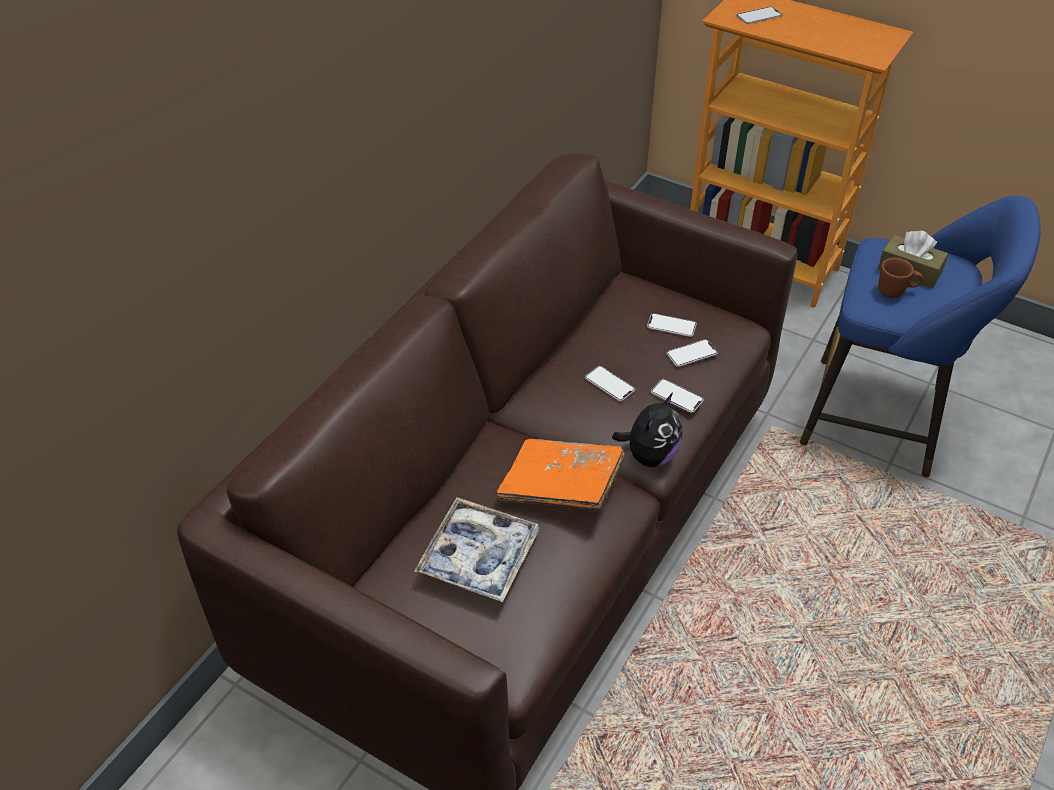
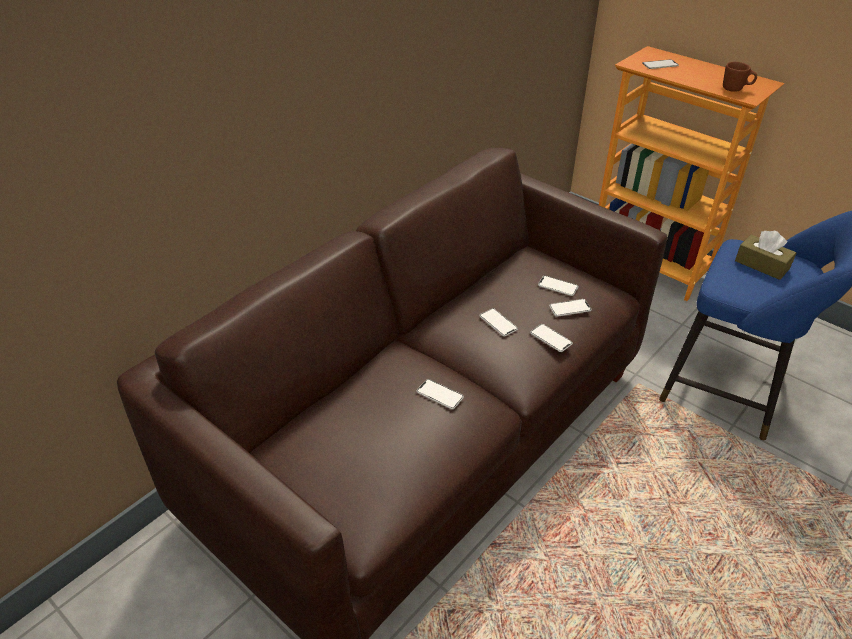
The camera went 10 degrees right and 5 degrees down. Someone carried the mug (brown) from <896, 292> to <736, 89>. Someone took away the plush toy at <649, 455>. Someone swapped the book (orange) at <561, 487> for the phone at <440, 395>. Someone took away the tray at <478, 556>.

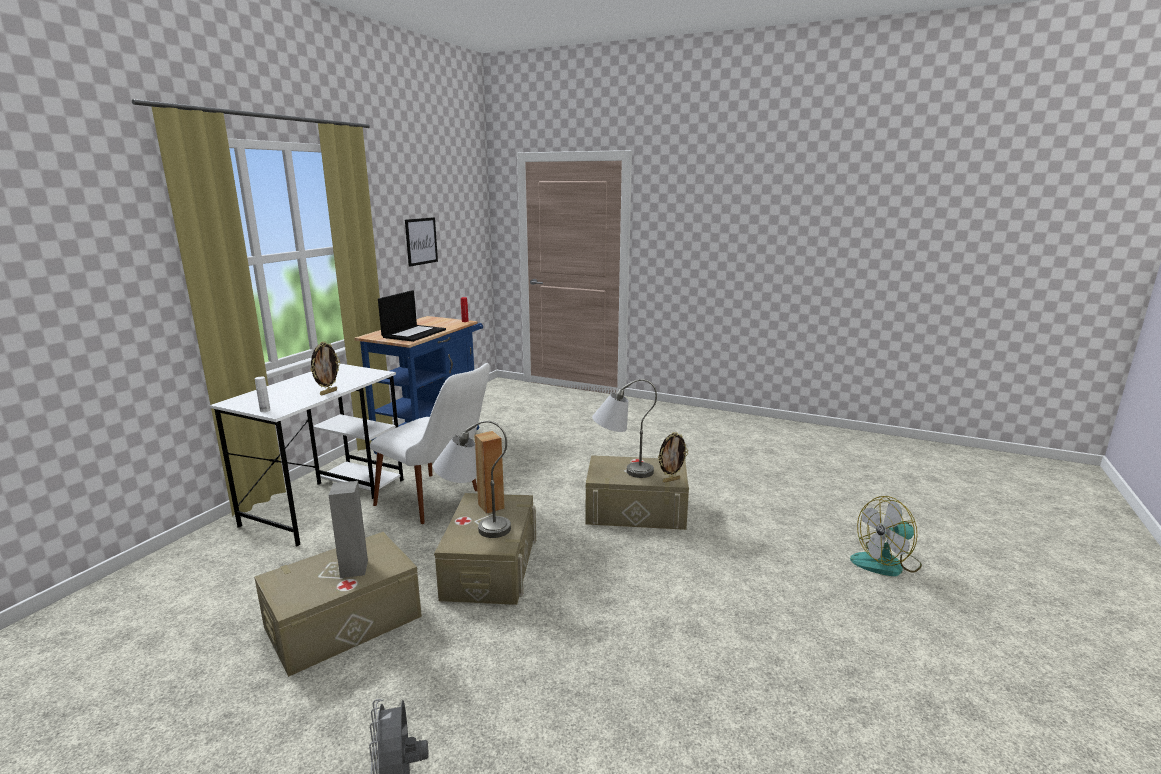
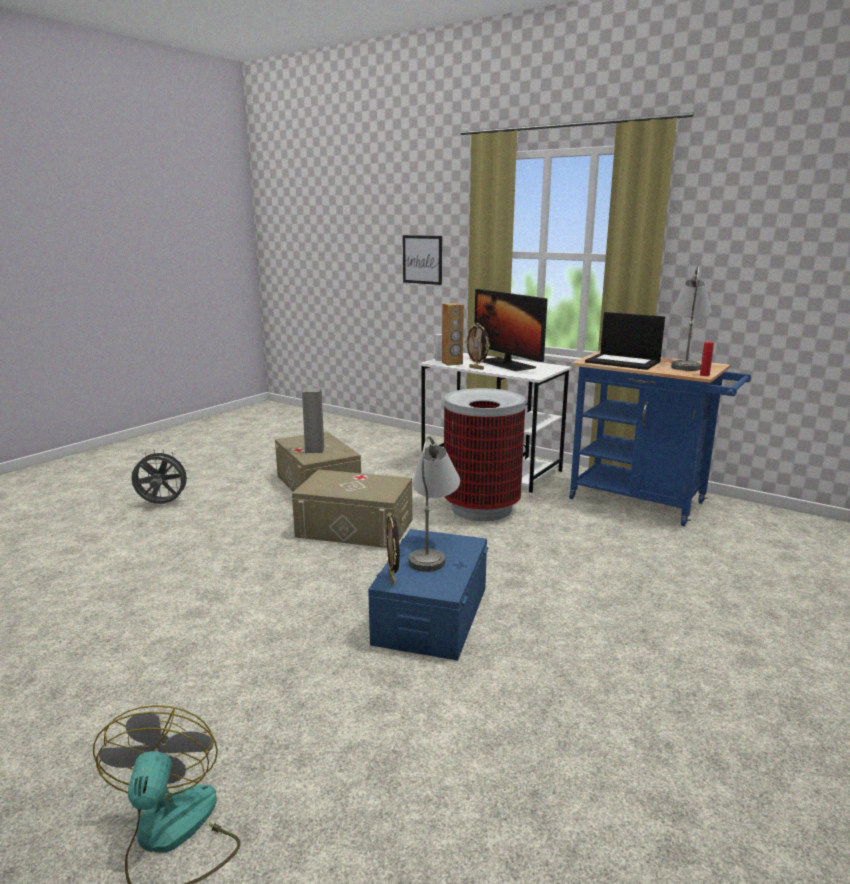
The camera went 100 degrees right and 0 degrees up. Someone carried the picture from <421, 241> to <422, 259>. Someone swapped the chair (white) at <439, 502> for the trash can at <481, 508>. Someone carried the table lamp (grey) from <473, 527> to <686, 364>. Someone carried the speaker (brown) from <491, 506> to <452, 363>. Someone repainted the storage box (beige) at <636, 510>, which became the storage box (blue) at <431, 615>. Someone put down the monitor at <506, 364>.

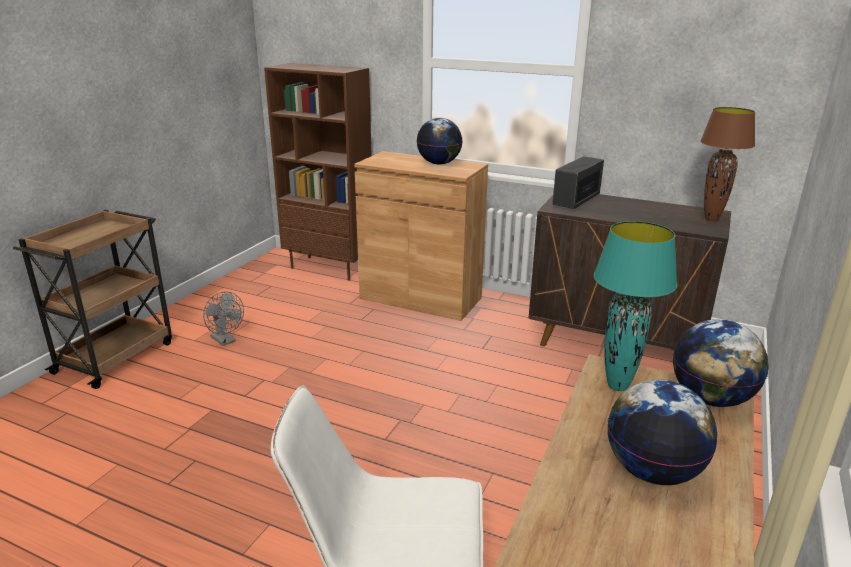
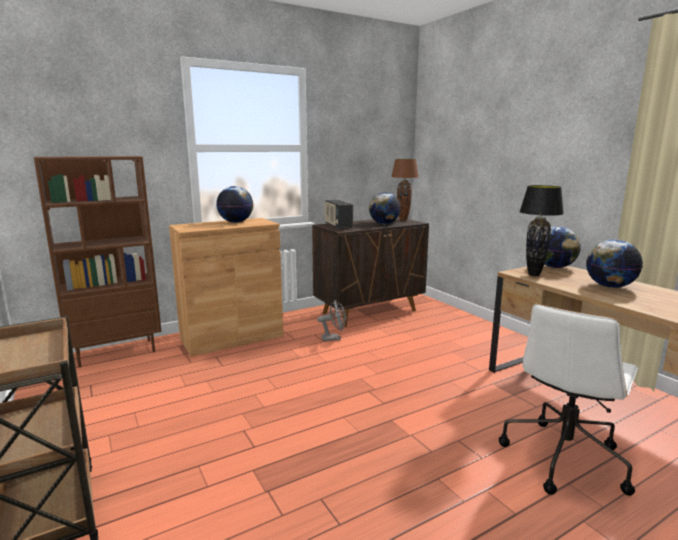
The camera went 55 degrees left and 10 degrees down. Someone repainted the table lamp (turquoise) at <617, 386>, which became the table lamp (black) at <534, 275>. Someone carried the fan (grey) from <226, 341> to <334, 338>. Someone put down the globe at <384, 224>.

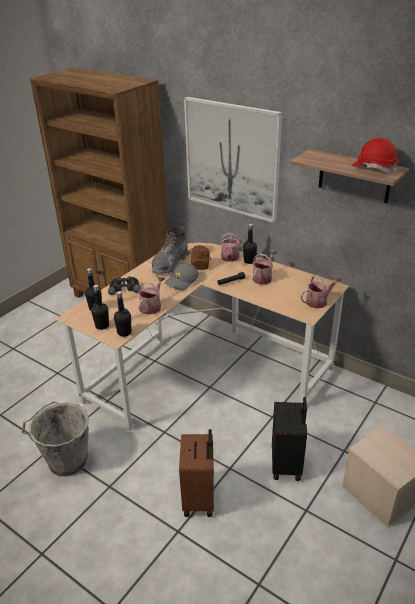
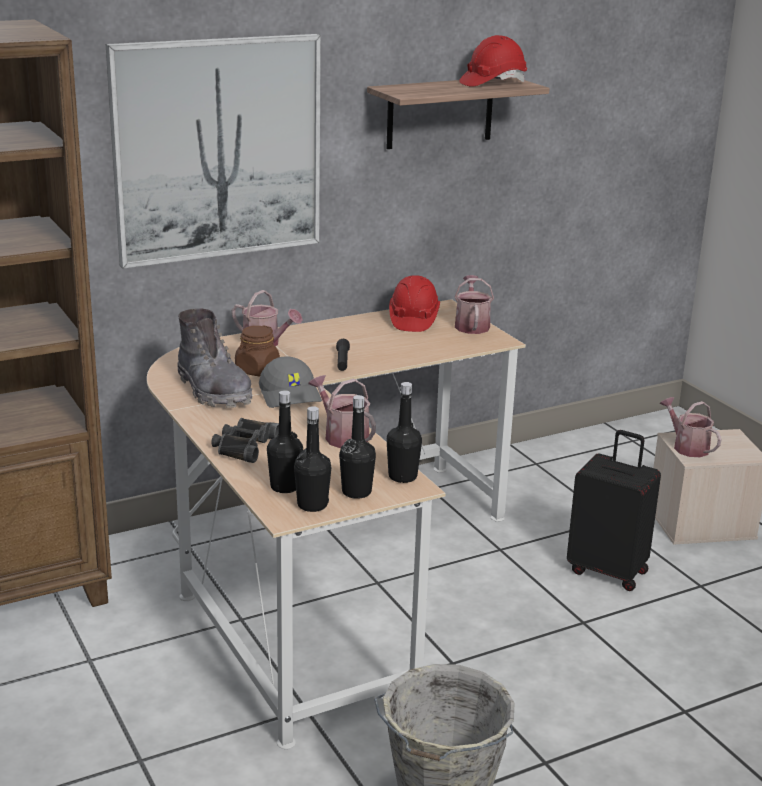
The camera went 65 degrees left and 10 degrees down. Someone carried the bottle (black) from <249, 261> to <312, 505>. Someone carried the watering can from <263, 277> to <687, 447>. Someone took away the suitcase (brown) at <200, 499>. Someone put down the hard hat (red) at <413, 320>.

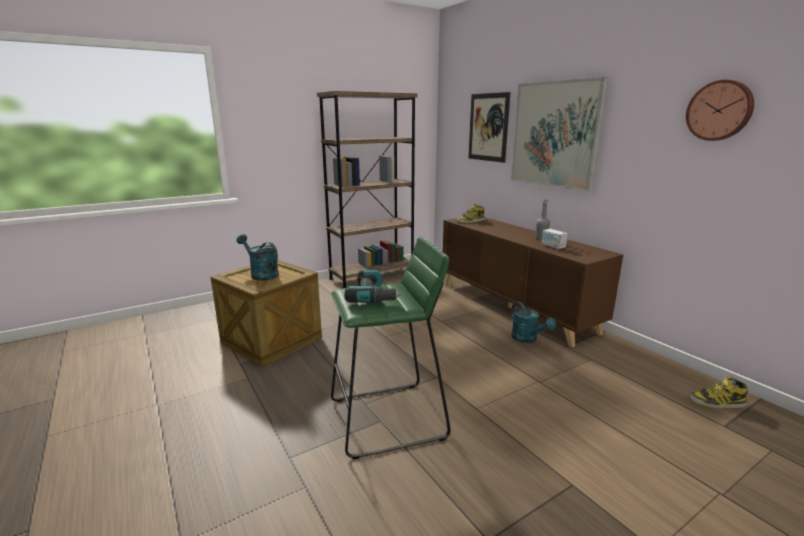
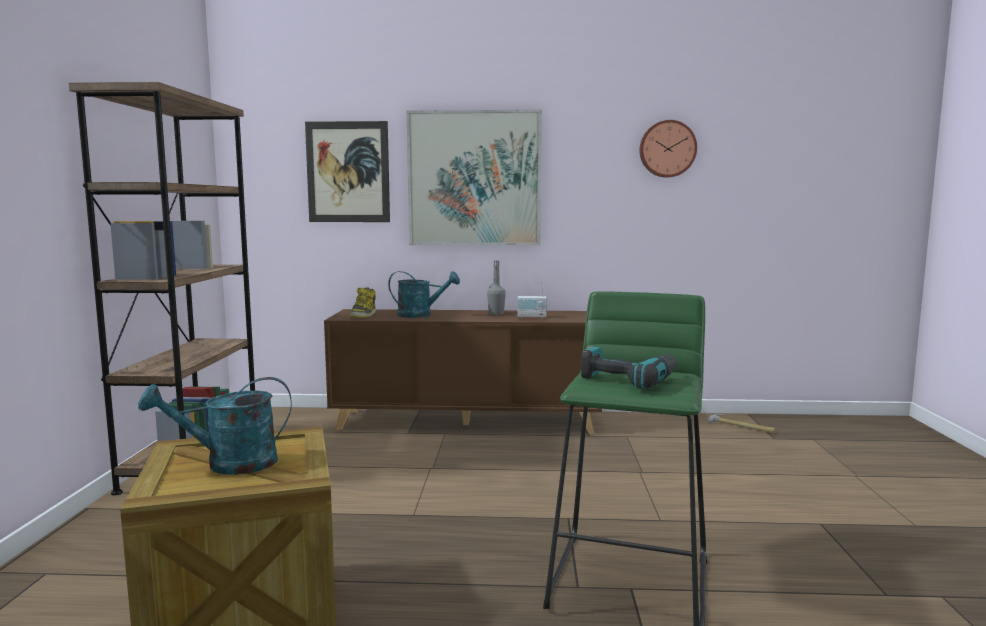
The camera went 55 degrees left and 10 degrees down. Someone carried the watering can (turquoise) from <527, 339> to <421, 315>. Someone swapped the boot at <716, 402> for the hammer at <741, 427>.

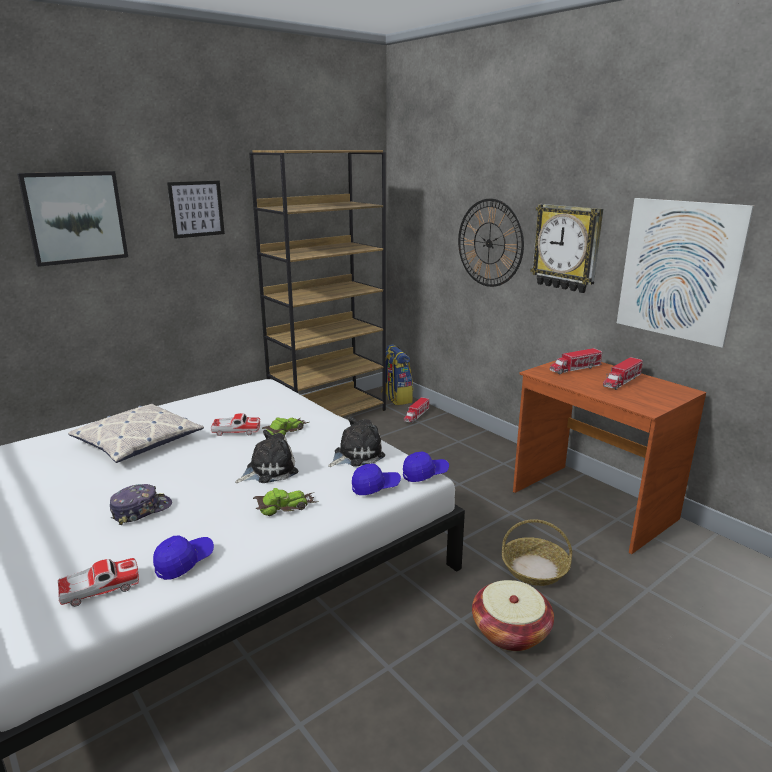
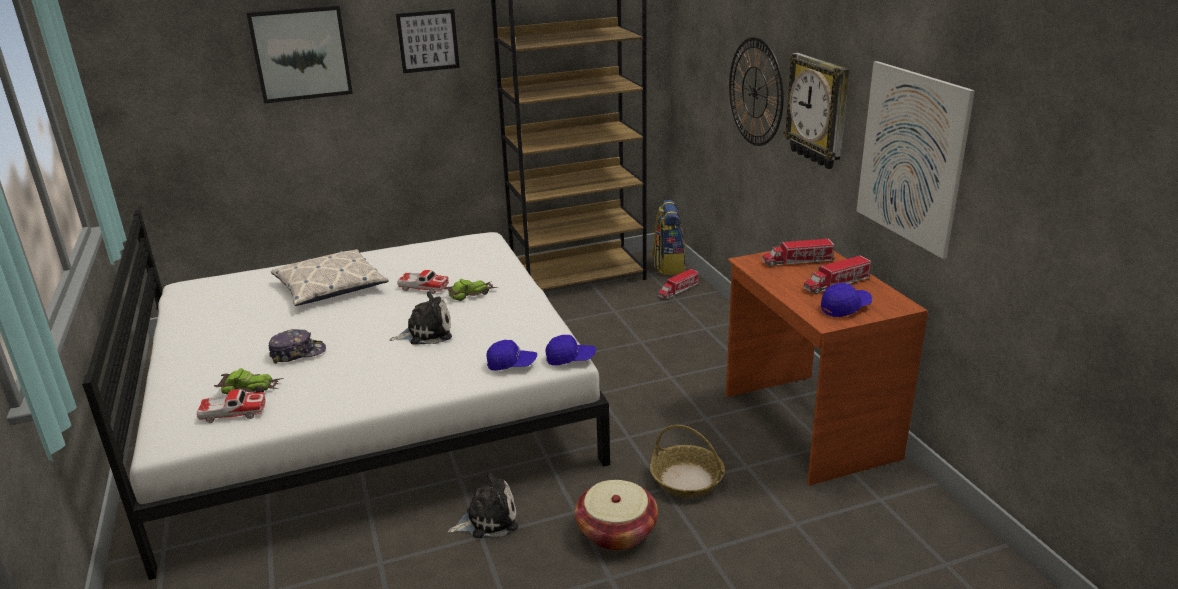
The camera went 20 degrees right and 5 degrees up. Someone carried the plush toy from <356, 455> to <488, 519>. Someone carried the toy car from <285, 506> to <250, 388>. Someone carried the cap (blue) from <184, 563> to <845, 308>.

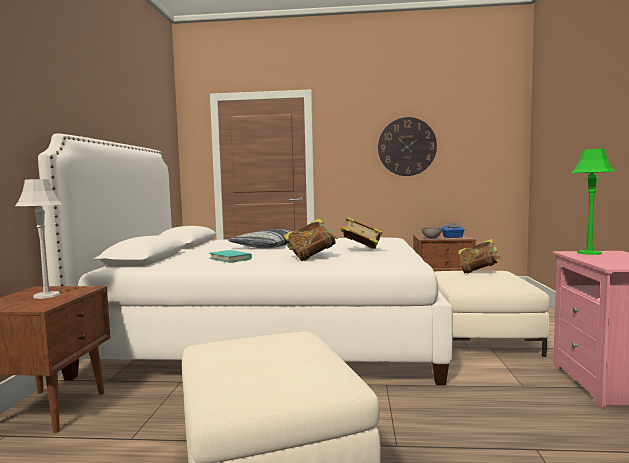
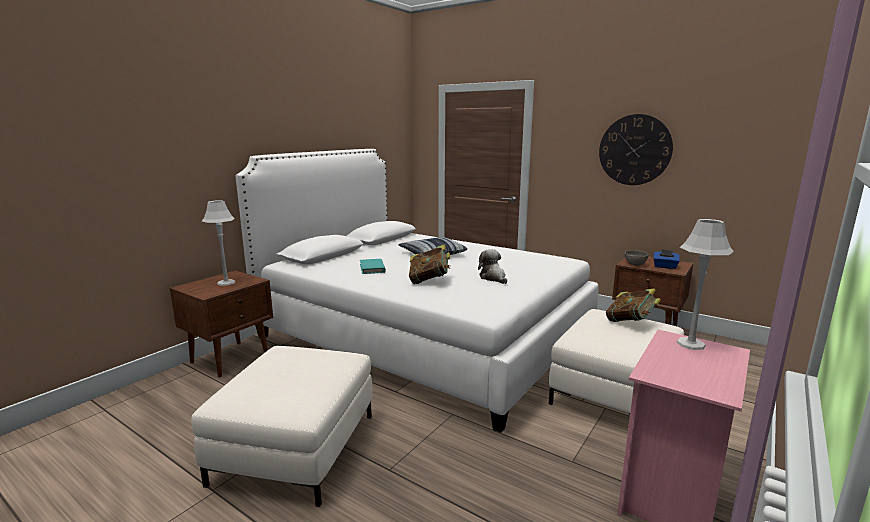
The camera went 30 degrees right and 10 degrees up. Someone repainted the table lamp (green) at <589, 253>, which became the table lamp (grey) at <690, 344>. Someone swapped the book at <361, 250> for the plush toy at <493, 278>.

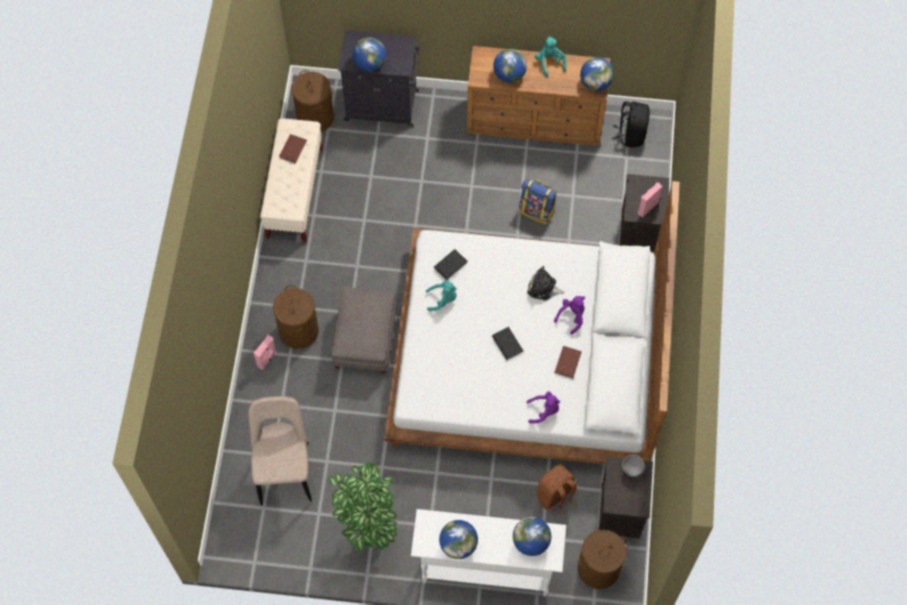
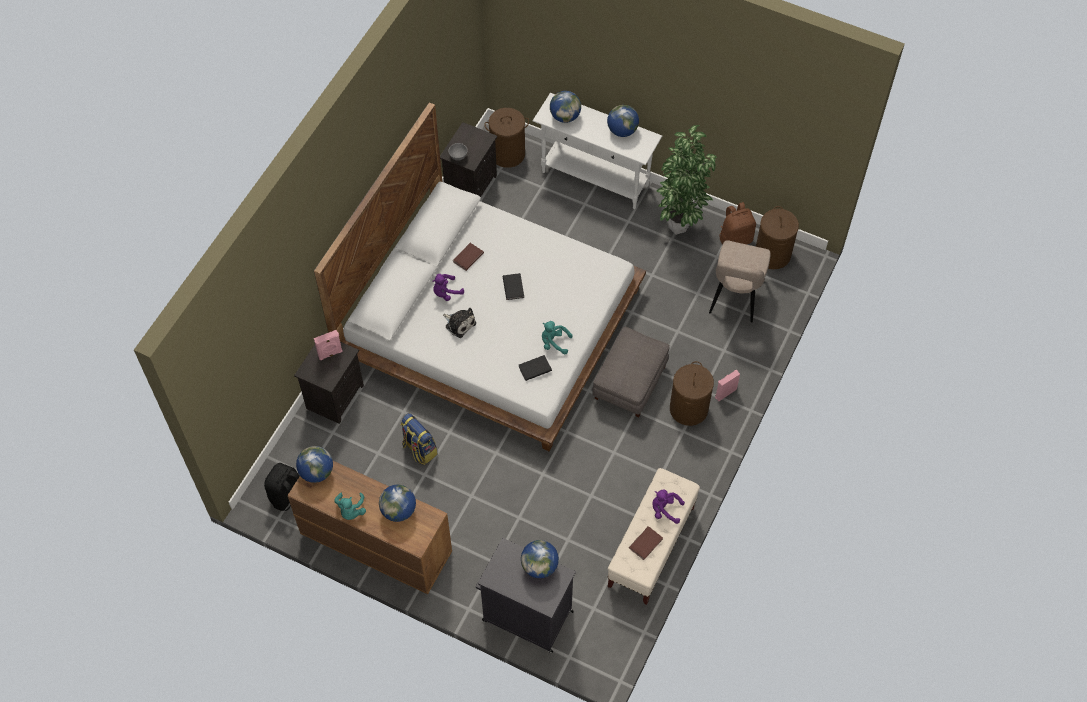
The camera went 160 degrees left and 5 degrees down. Someone carried the laundry basket (brown) from <315, 117> to <772, 255>. Someone carried the plush toy (purple) from <544, 411> to <665, 510>. Someone carried the backpack (brown) from <556, 496> to <735, 239>.

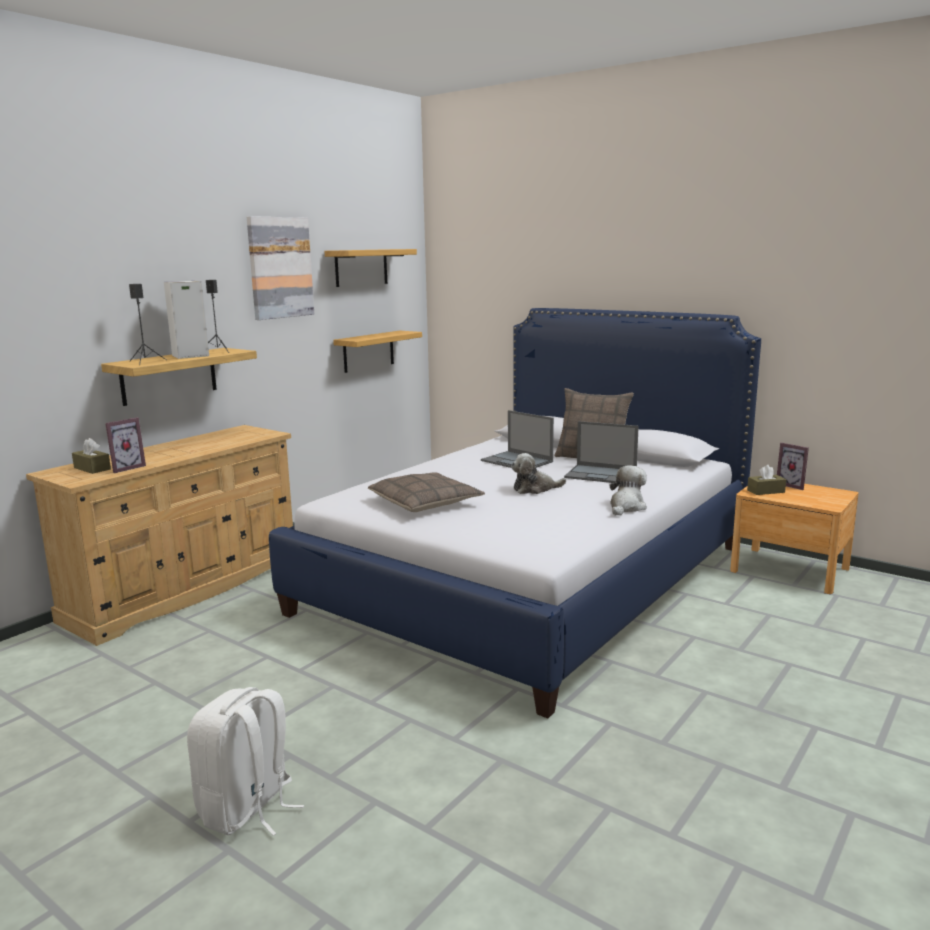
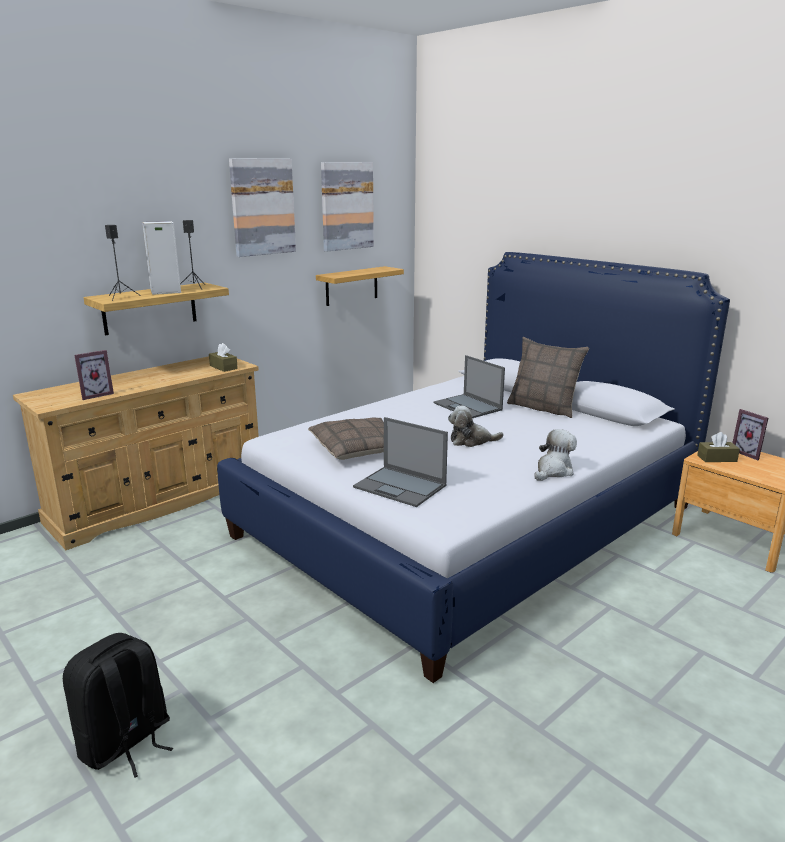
The camera went 10 degrees right and 5 degrees up. Someone swapped the shelf at <361, 267> for the picture at <346, 206>. Someone carried the laptop from <601, 475> to <401, 486>. Someone carried the tissue box (brown) from <92, 468> to <223, 367>. Someone repainted the backpack (white) at <248, 809>, which became the backpack (black) at <125, 743>.

